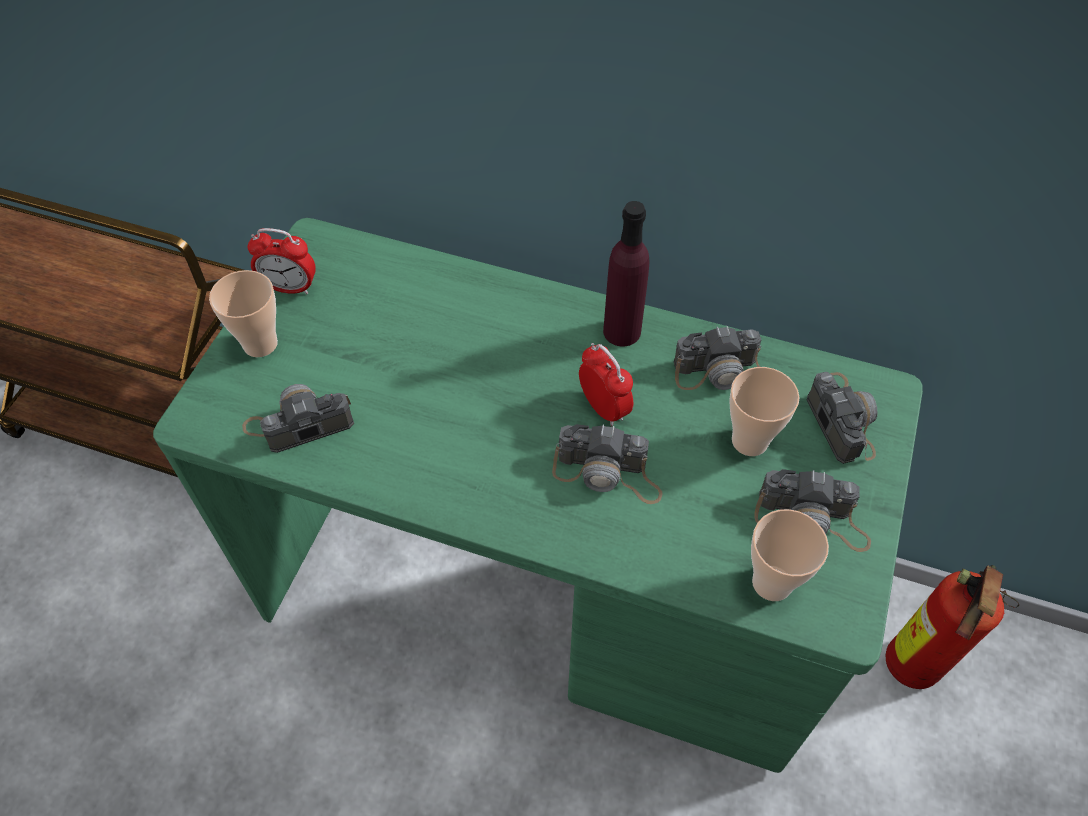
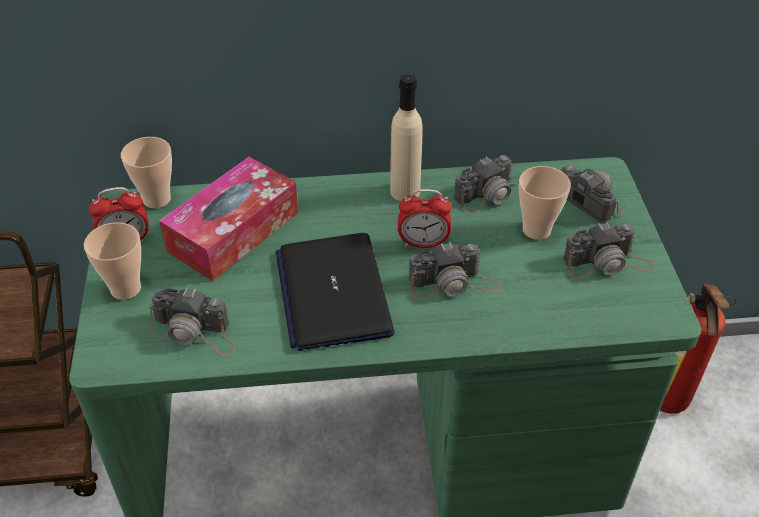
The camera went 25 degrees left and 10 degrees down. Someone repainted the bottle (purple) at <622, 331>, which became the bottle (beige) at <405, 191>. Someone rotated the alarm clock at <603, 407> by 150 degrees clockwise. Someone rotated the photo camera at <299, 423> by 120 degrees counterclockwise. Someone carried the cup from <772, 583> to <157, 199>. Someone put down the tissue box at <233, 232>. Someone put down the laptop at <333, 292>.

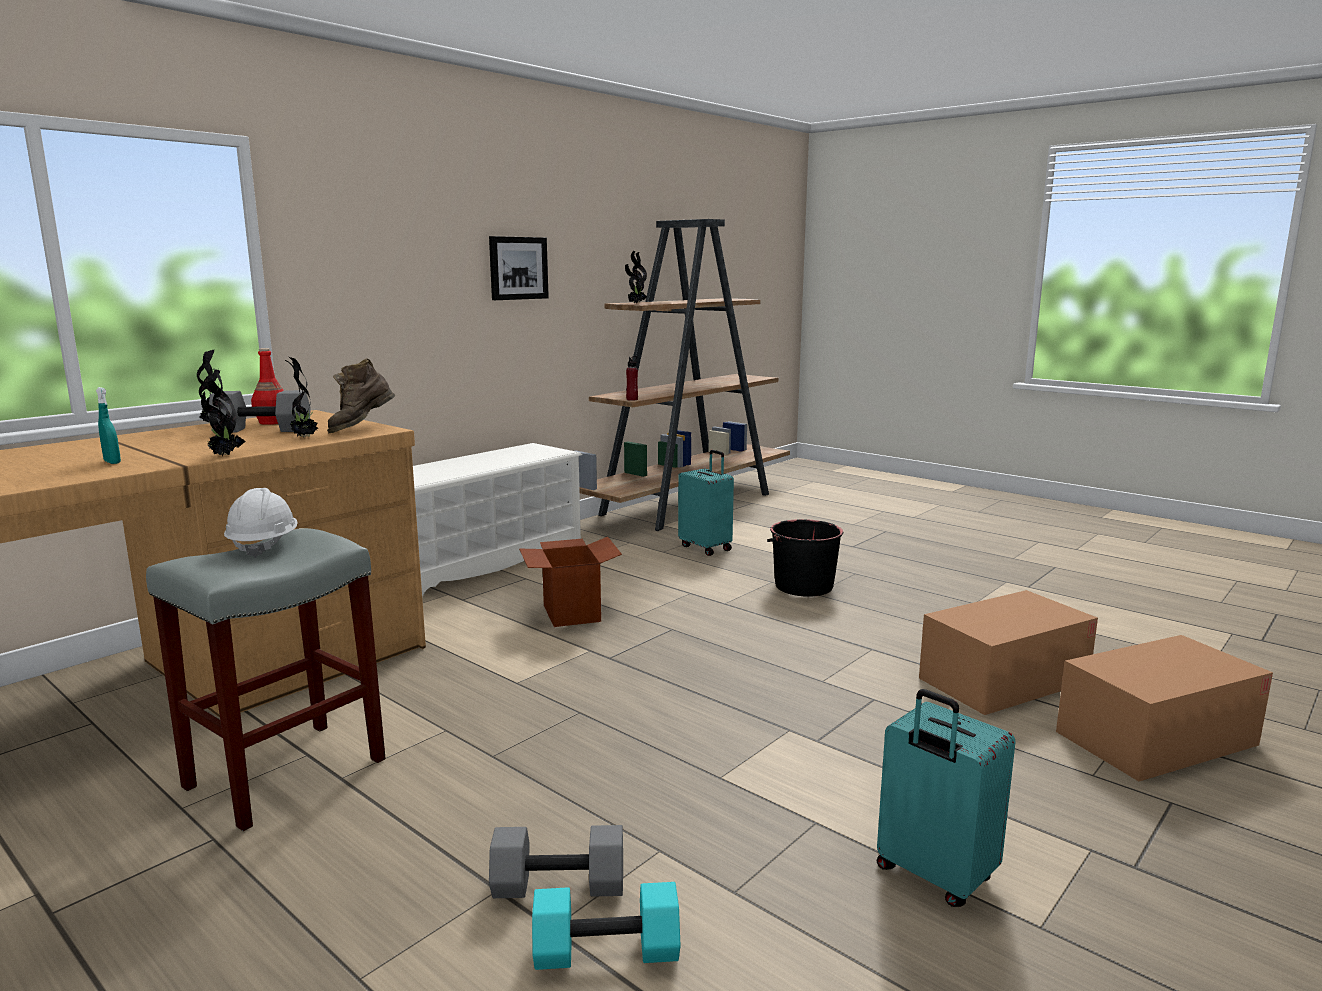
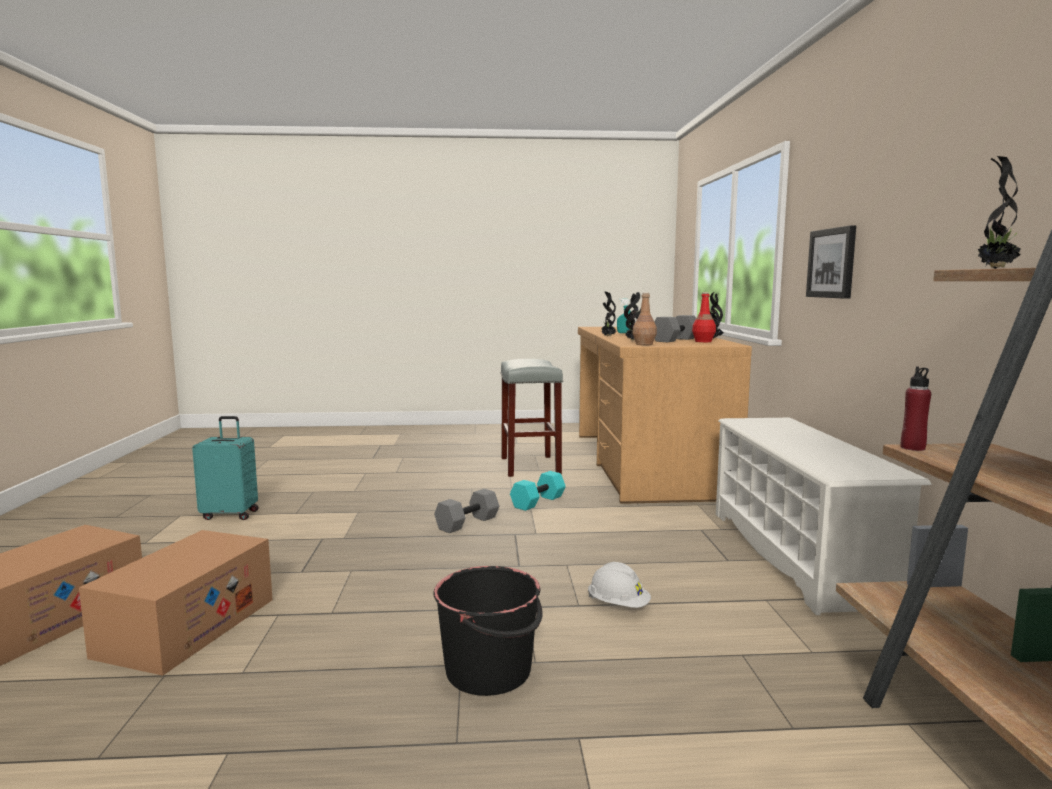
The camera went 135 degrees right and 5 degrees down. Someone carried the picture from <518, 268> to <832, 263>. Someone swapped the boot (brown) at <361, 429> for the bottle (brown) at <643, 344>. Someone took away the suitcase (turquoise) at <706, 548>. Someone carried the hard hat (white) from <263, 546> to <618, 605>. Someone took away the cardboard box at <571, 613>. Someone carried the dumbbell (grey) from <560, 884> to <467, 523>. Someone carried the dumbbell (turquoise) from <608, 950> to <538, 502>.

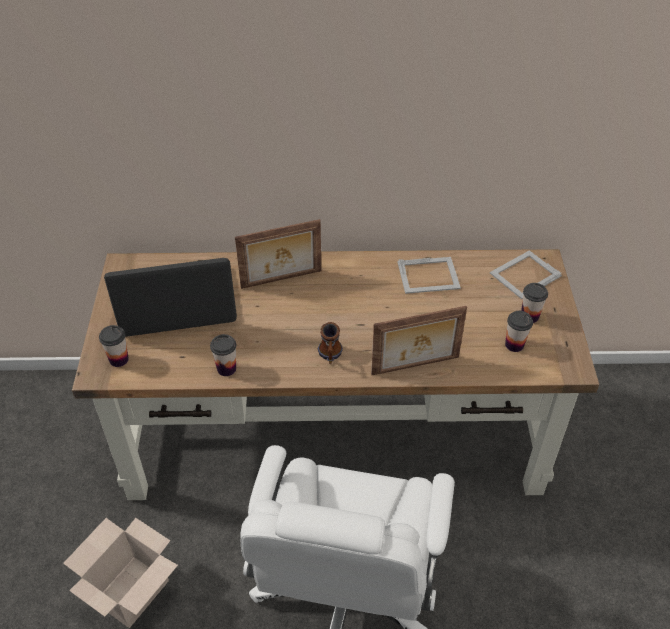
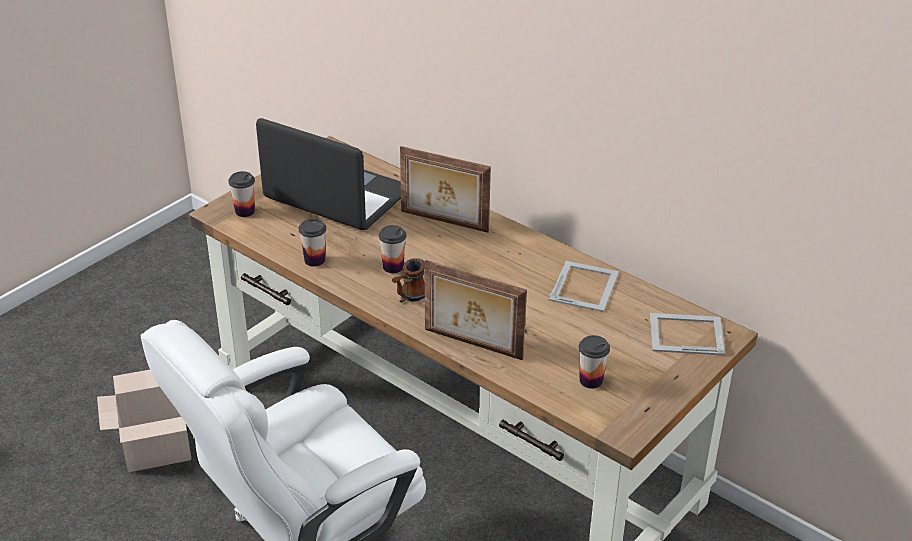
The camera went 40 degrees right and 10 degrees down. Someone rotated the picture frame at <429, 275> by 105 degrees counterclockwise. Someone carried the cup from <529, 316> to <393, 267>.

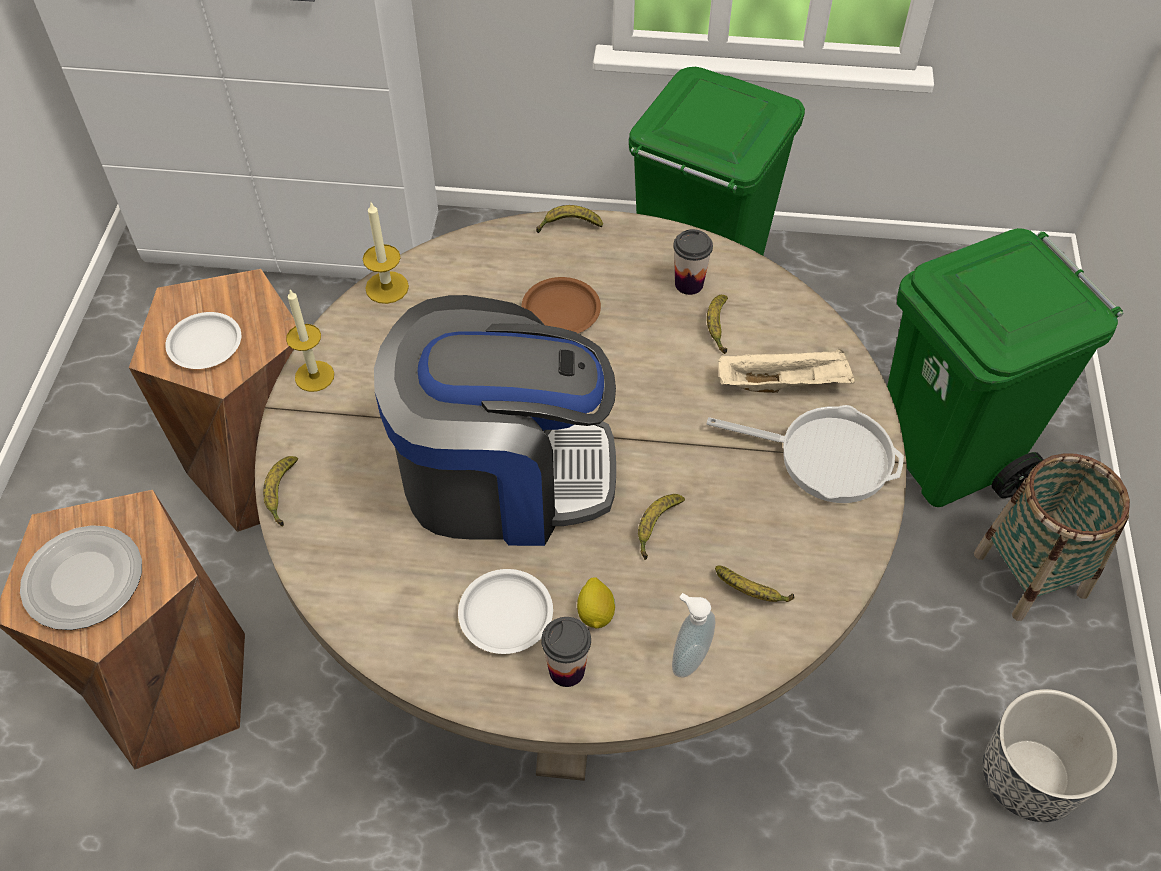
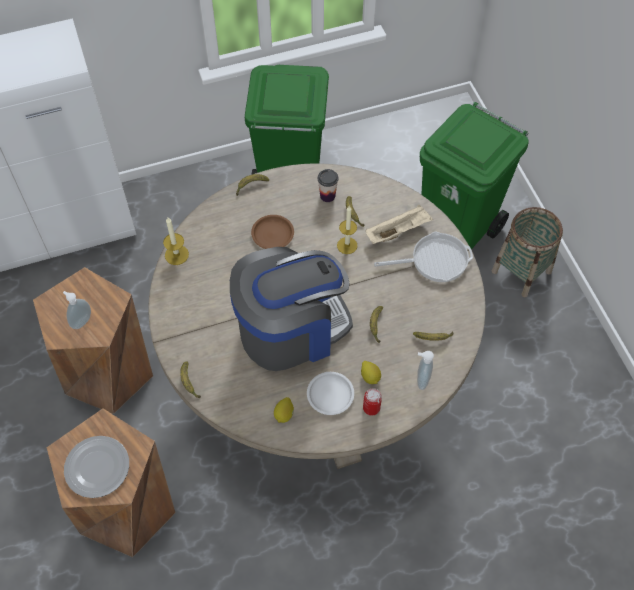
The camera went 25 degrees left and 5 degrees up. Someone carried the candle from <314, 376> to <347, 245>. Someone swapped the plate (white) at <205, 345> for the soap dispenser at <81, 321>. Someone swapped the cup at <566, 670> for the can at <371, 408>. Someone took away the planter at <1028, 776>. Someone put down the lemon at <284, 414>.

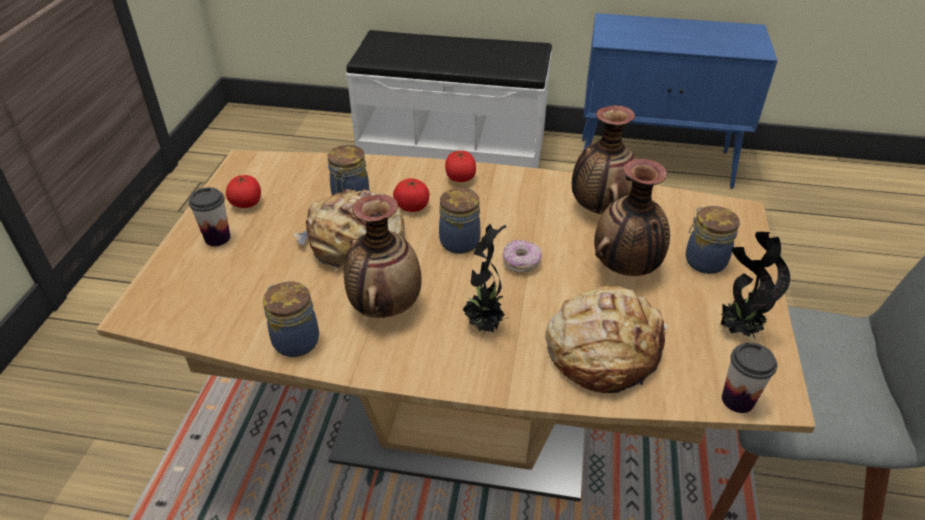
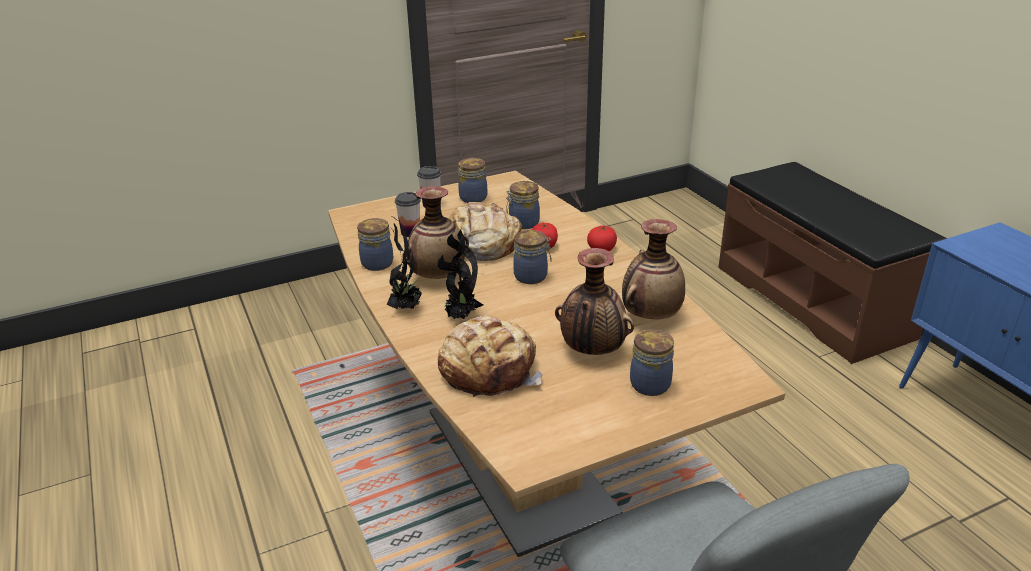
The camera went 55 degrees right and 10 degrees down. Someone repainted the bench (white) at <452, 144>, which became the bench (brown) at <813, 300>. Someone swapped the tomato at <246, 203> for the jar at <472, 197>. Someone carried the potted plant from <736, 330> to <406, 307>. Someone took away the donut at <521, 263>. Someone carried the cup from <737, 400> to <410, 232>.

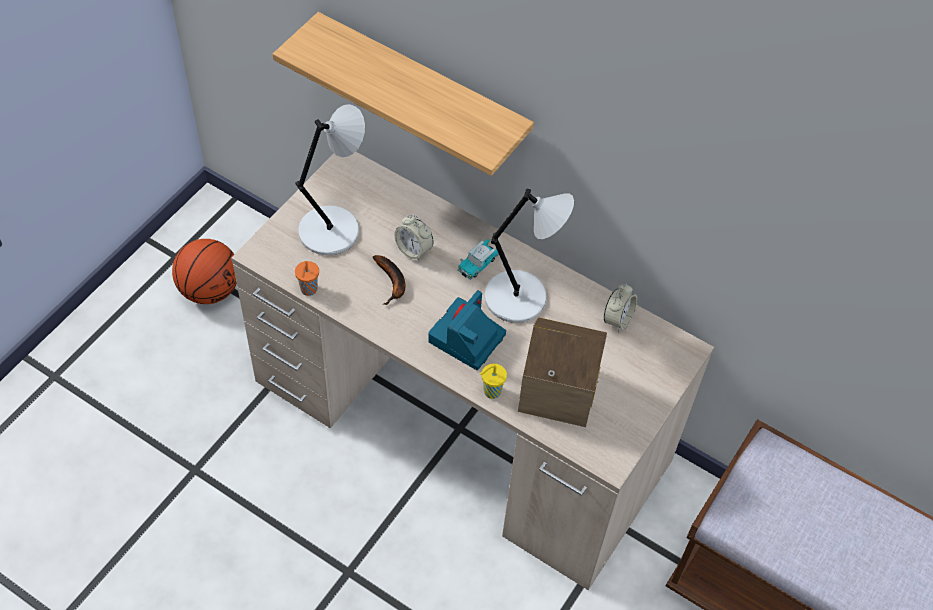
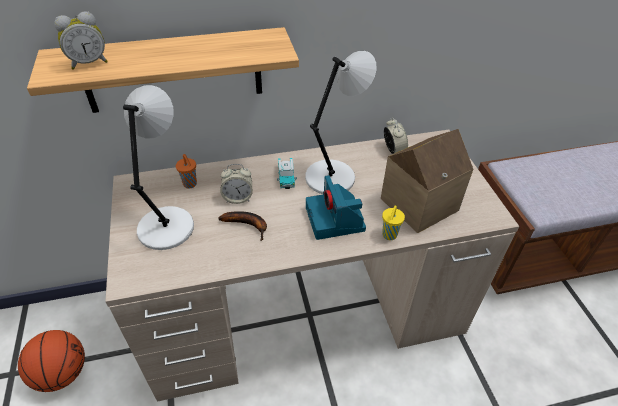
The camera went 45 degrees left and 10 degrees down. Someone carried the cup (orange) from <308, 290> to <190, 184>. Someone put down the alarm clock at <89, 63>.

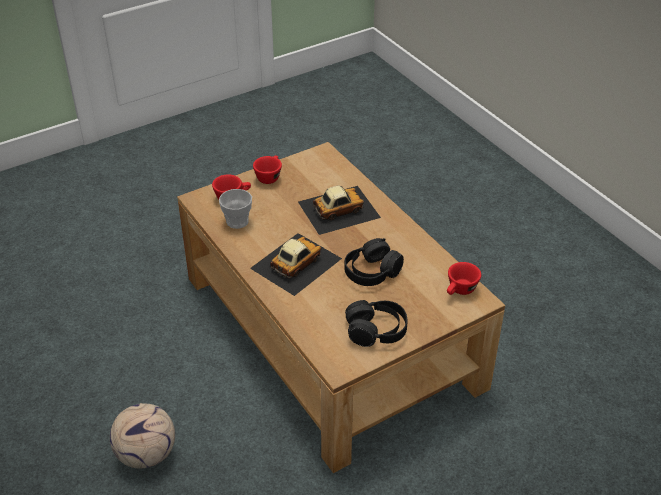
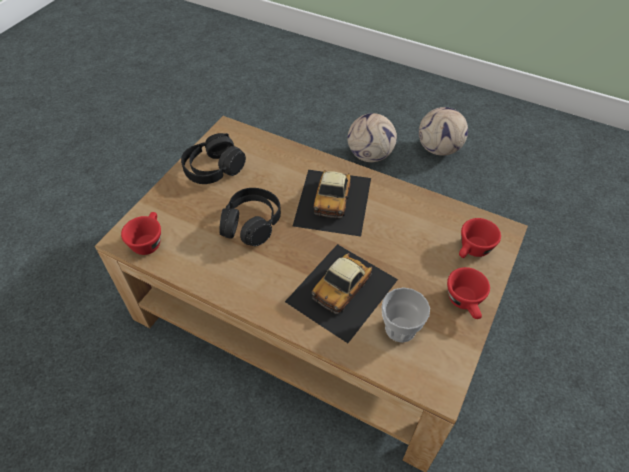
The camera went 150 degrees right and 10 degrees up. Someone carried the cup from <237, 221> to <400, 328>. Someone put down the football at <439, 149>.

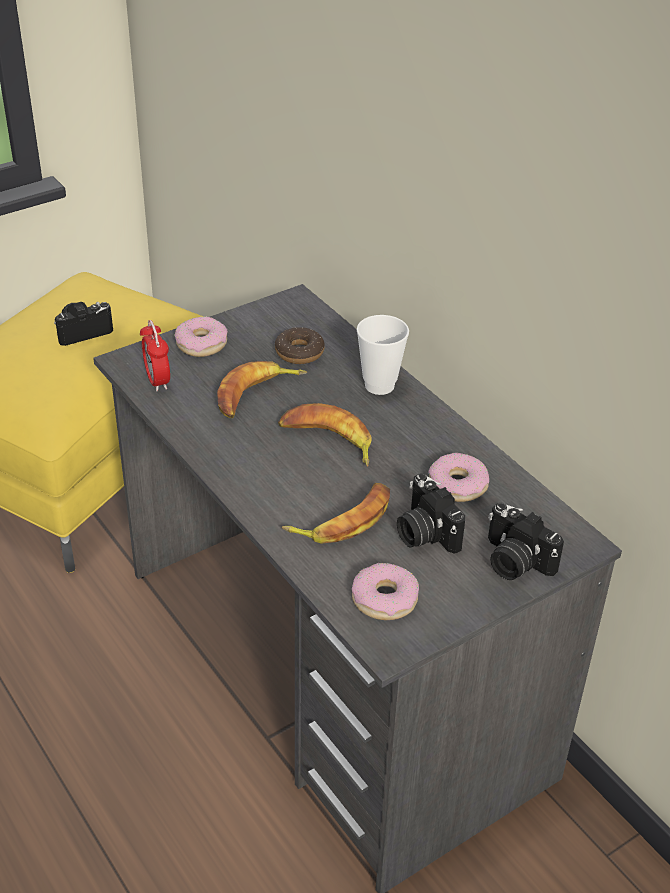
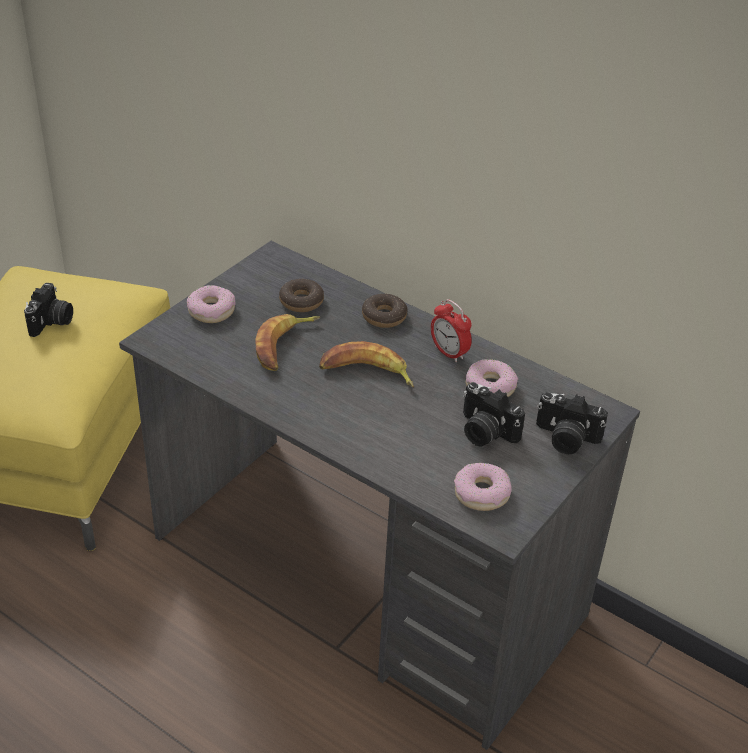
The camera went 20 degrees left and 0 degrees up. Someone rotated the photo camera at <83, 331> by 150 degrees clockwise. Someone swapped the cup at <379, 385> for the donut at <384, 316>. Someone carried the alarm clock from <157, 381> to <449, 353>. Someone took away the banana at <343, 520>.

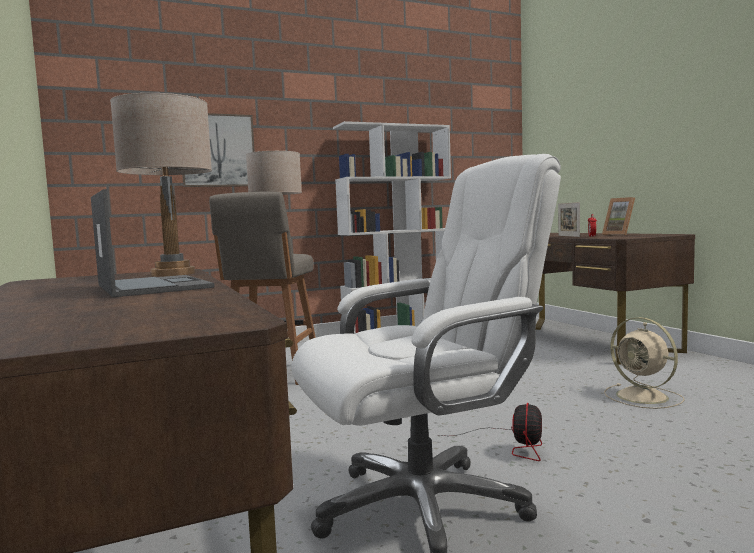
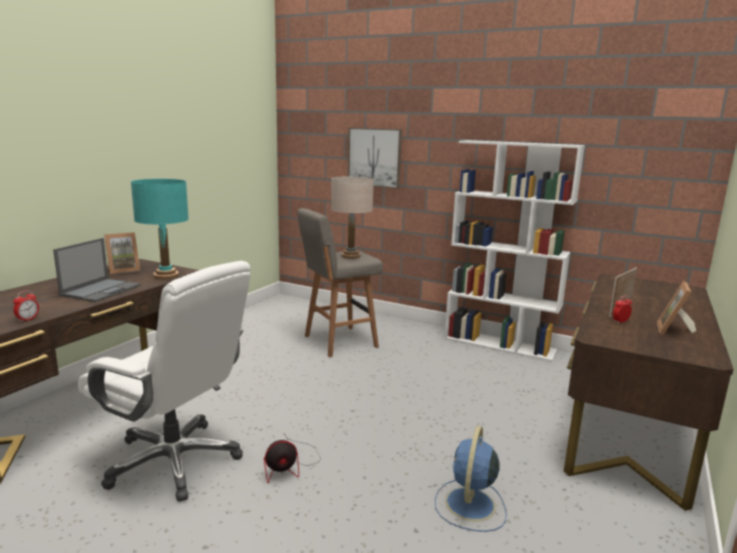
The camera went 50 degrees right and 10 degrees up. Someone repainted the table lamp (beige) at <173, 274>, which became the table lamp (turquoise) at <166, 276>. Someone repainted the fan (beige) at <644, 397>, which became the fan (blue) at <469, 505>. Someone put down the picture frame at <123, 270>. Someone put down the alarm clock at <28, 319>.

